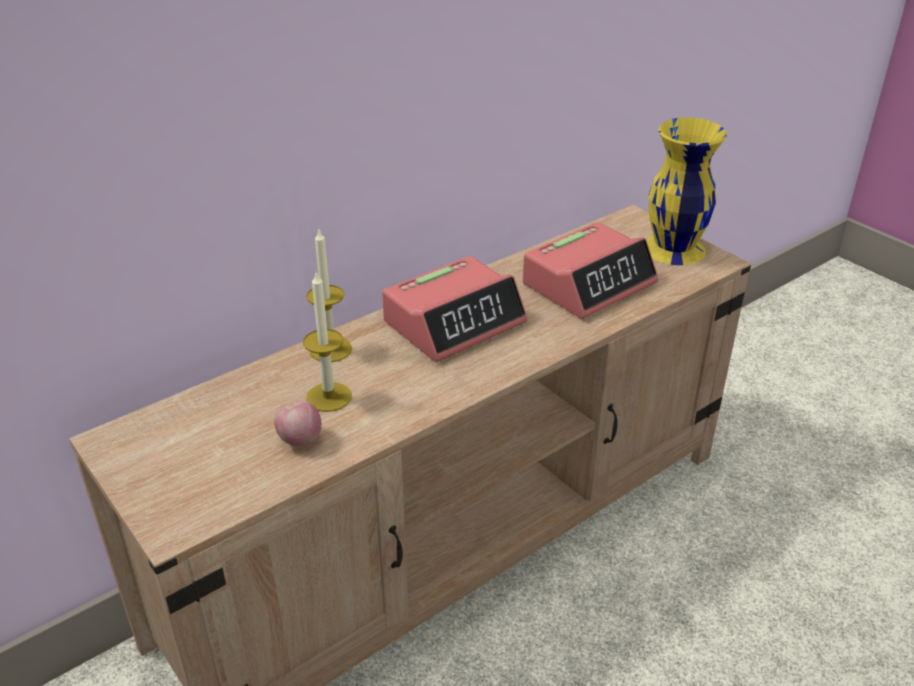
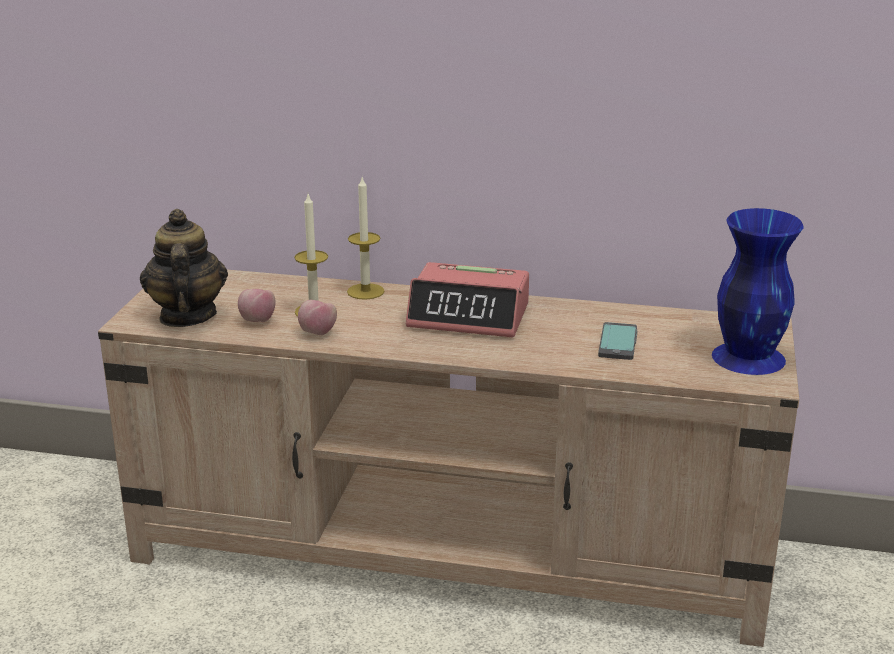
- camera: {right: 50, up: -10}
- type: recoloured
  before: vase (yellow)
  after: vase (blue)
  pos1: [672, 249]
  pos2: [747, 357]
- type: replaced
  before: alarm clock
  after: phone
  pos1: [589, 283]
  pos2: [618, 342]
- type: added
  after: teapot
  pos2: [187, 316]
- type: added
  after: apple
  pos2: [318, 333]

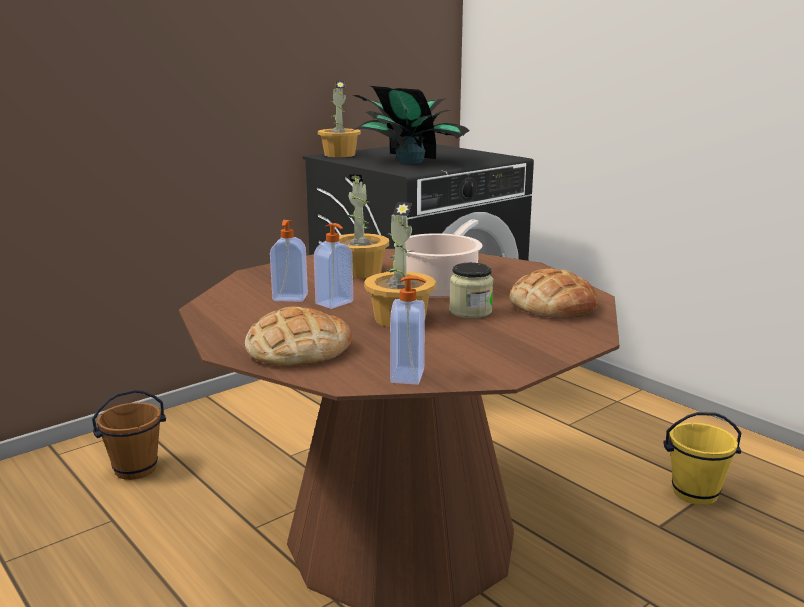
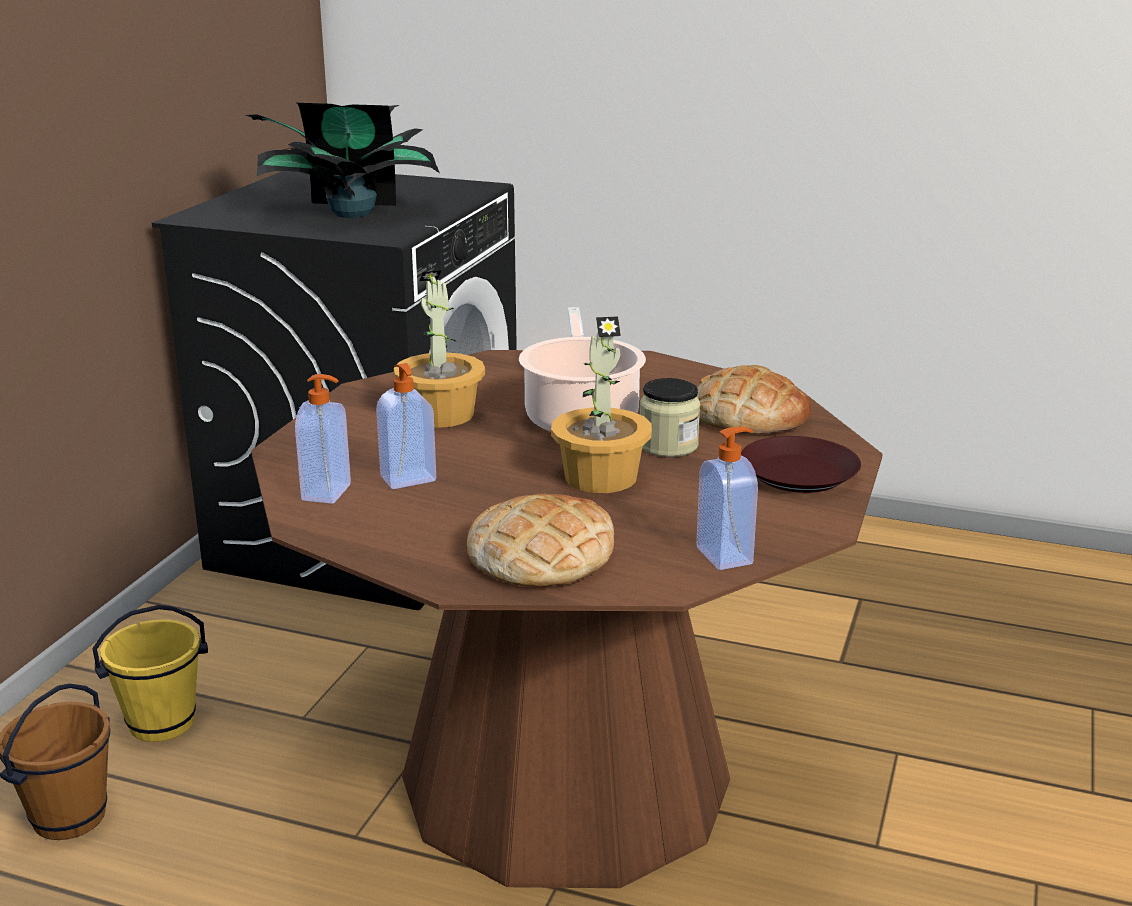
- camera: {right: -30, up: 5}
- type: removed
  before: potted plant
  pos1: [339, 155]
- type: moved
  before: soap dispenser
  pos1: [335, 303]
  pos2: [328, 493]
- type: moved
  before: bucket (yellow)
  pos1: [695, 494]
  pos2: [162, 724]
- type: added
  after: plate (brown)
  pos2: [800, 474]

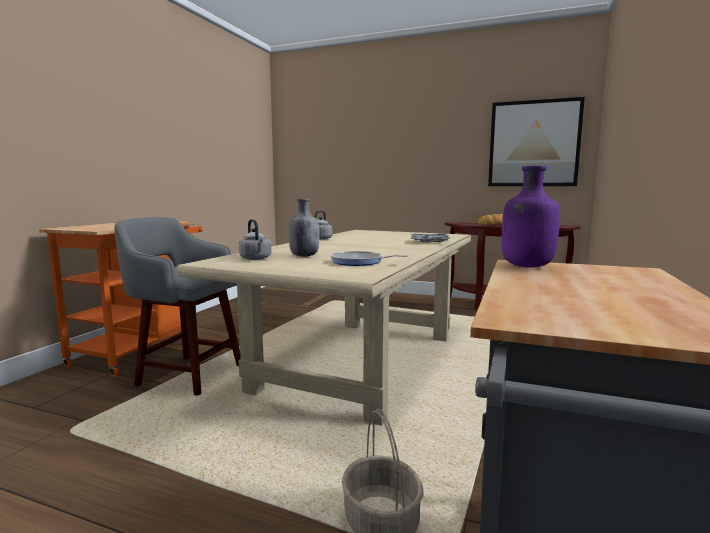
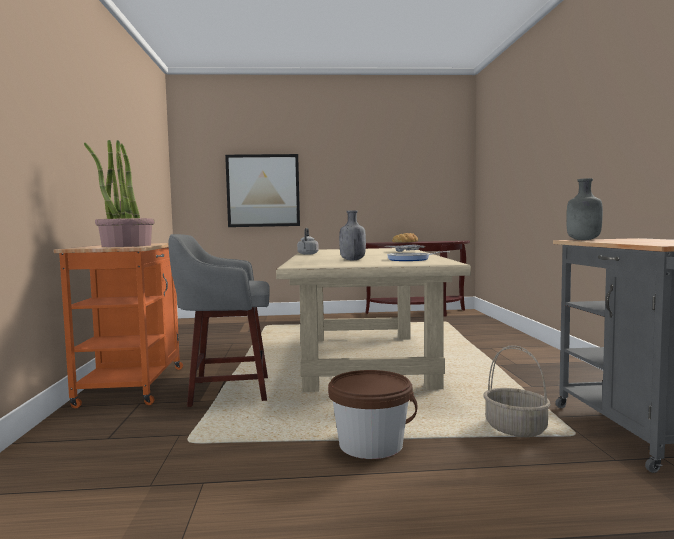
- camera: {right: -25, up: -5}
- type: moved
  before: picture
  pos1: [534, 144]
  pos2: [263, 190]
- type: recoloured
  before: bottle (purple)
  after: bottle (grey)
  pos1: [526, 266]
  pos2: [583, 240]
- type: removed
  before: kettle (grey)
  pos1: [256, 259]
- type: added
  after: potted plant
  pos2: [126, 246]
- type: added
  after: bucket (brown)
  pos2: [370, 444]

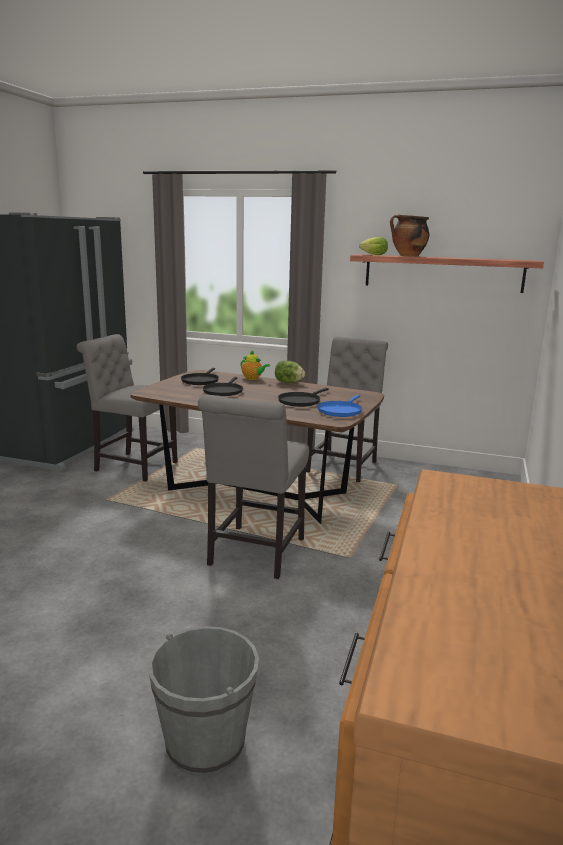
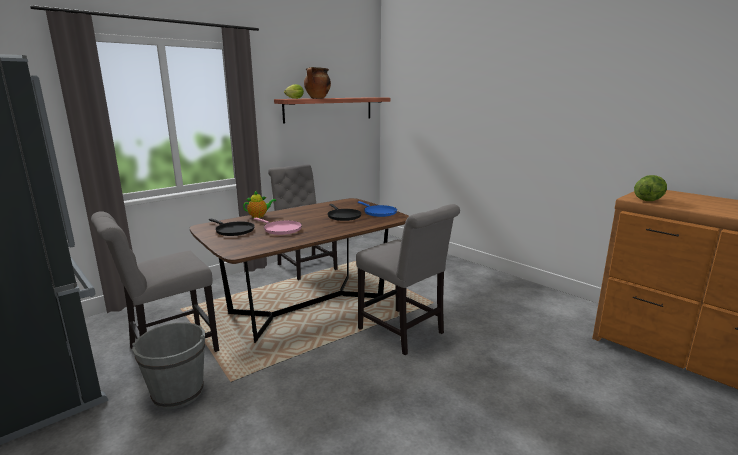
- camera: {right: -60, up: 0}
- type: moved
  before: lettuce
  pos1: [288, 382]
  pos2: [648, 200]
- type: recoloured
  before: frying pan (black)
  after: frying pan (pink)
  pos1: [223, 391]
  pos2: [280, 229]
- type: moved
  before: bucket (grey)
  pos1: [205, 743]
  pos2: [178, 393]

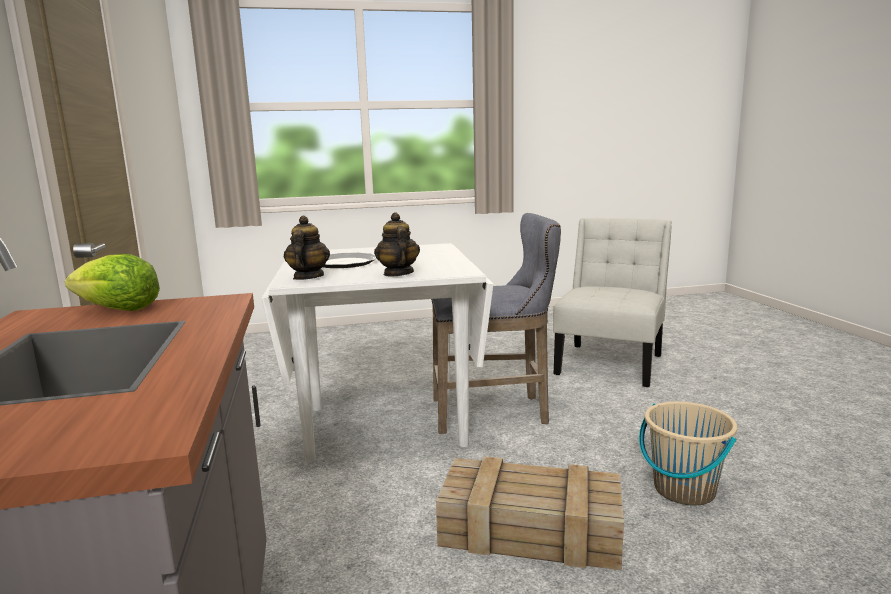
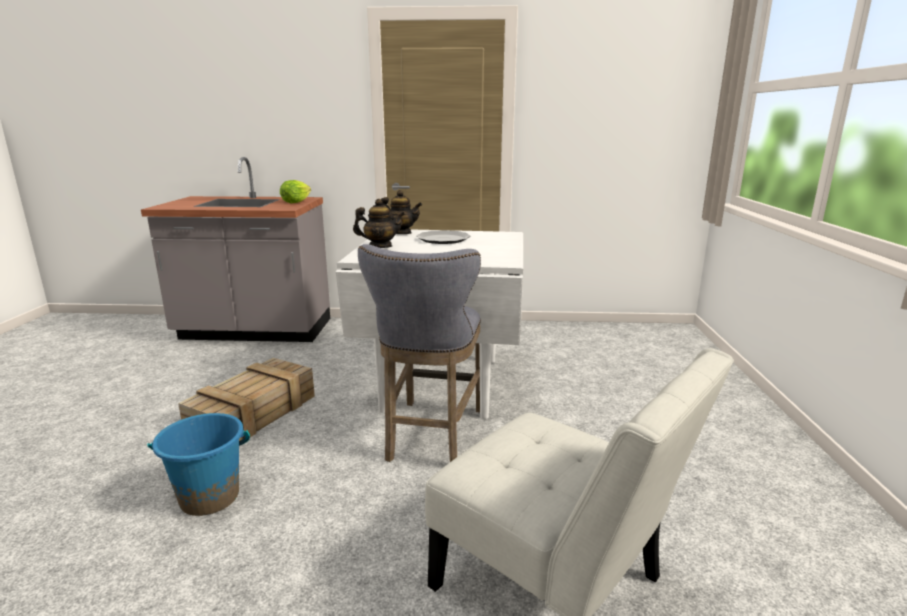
- camera: {right: 105, up: 5}
- type: recoloured
  before: bucket (beige)
  after: bucket (blue)
  pos1: [683, 490]
  pos2: [210, 497]

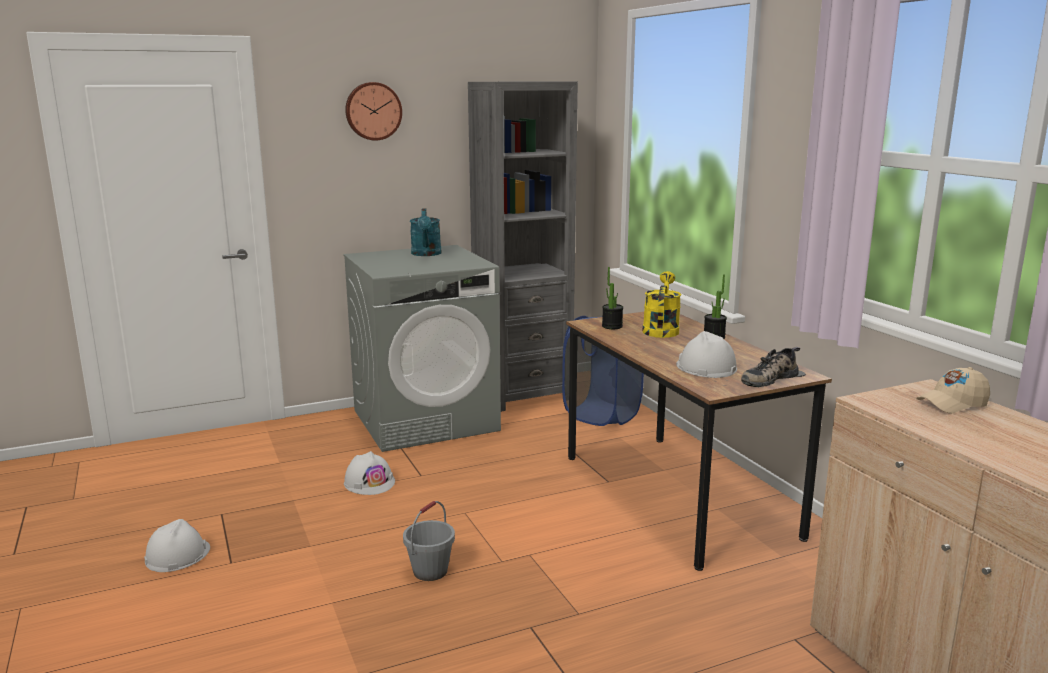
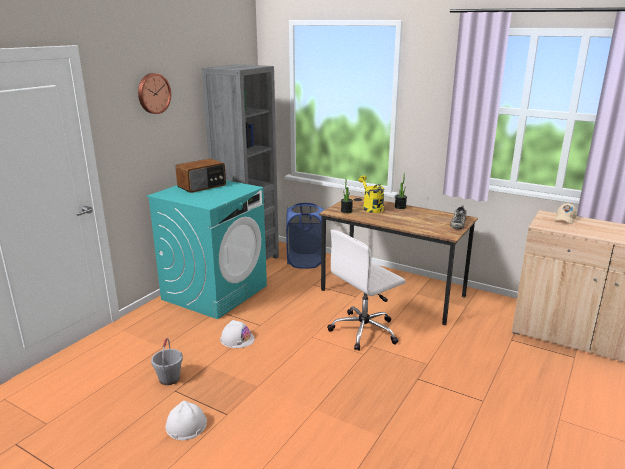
- camera: {right: -35, up: 5}
- type: replaced
  before: watering can (turquoise)
  after: radio
  pos1: [426, 254]
  pos2: [202, 186]
- type: recoloured
  before: washing machine (grey)
  after: washing machine (turquoise)
  pos1: [426, 420]
  pos2: [215, 292]
- type: removed
  before: hard hat (white)
  pos1: [706, 367]
- type: moved
  before: bucket (grey)
  pos1: [430, 571]
  pos2: [169, 378]
- type: added
  after: office chair (white)
  pos2: [365, 331]

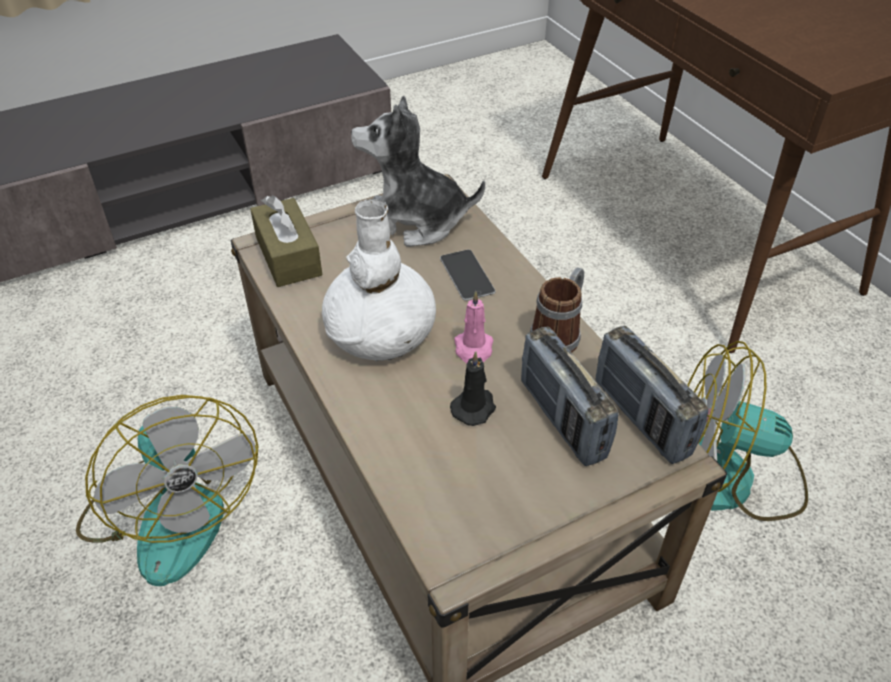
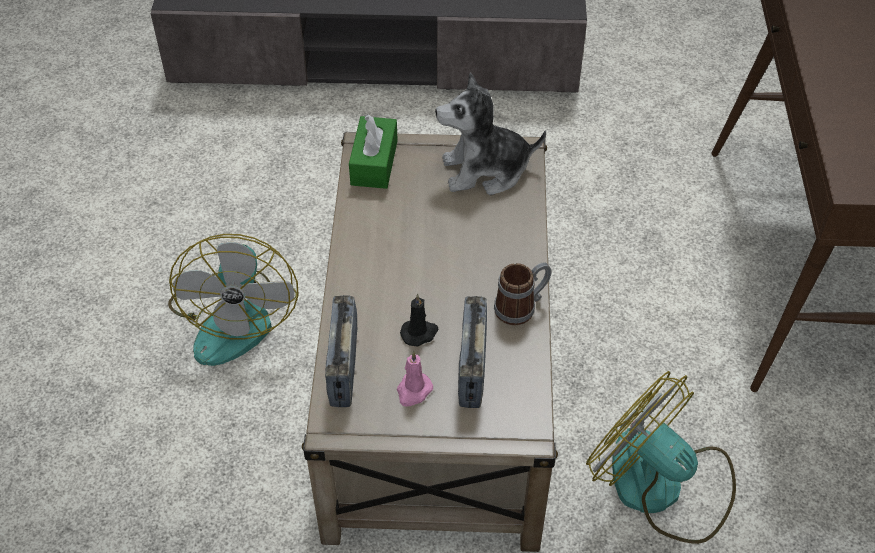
- camera: {right: 30, up: 5}
- type: turned
  before: plush toy
  pos1: [414, 222]
  pos2: [485, 171]
  turn: -45
- type: recoloured
  before: tissue box (brown)
  after: tissue box (green)
  pos1: [288, 256]
  pos2: [374, 163]
- type: removed
  before: vase (white)
  pos1: [381, 332]
- type: removed
  before: phone
  pos1: [467, 275]
- type: moved
  before: candle (pink)
  pos1: [473, 350]
  pos2: [413, 391]
- type: moved
  before: radio
  pos1: [641, 418]
  pos2: [343, 368]

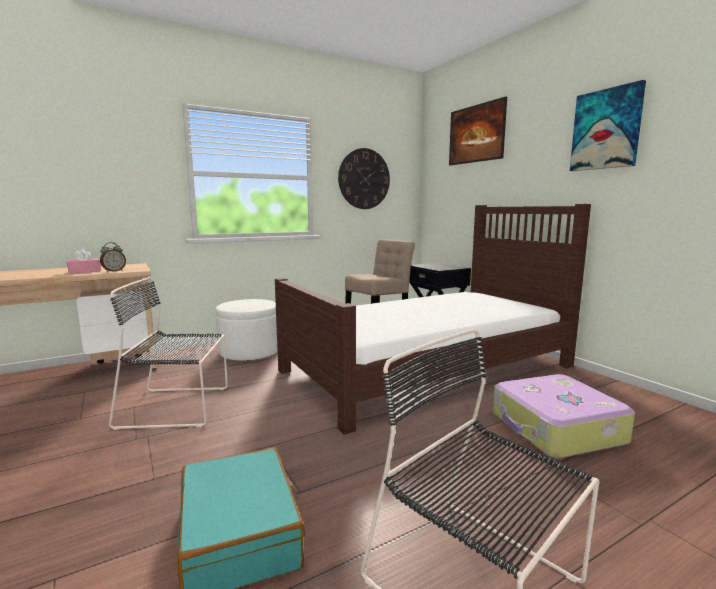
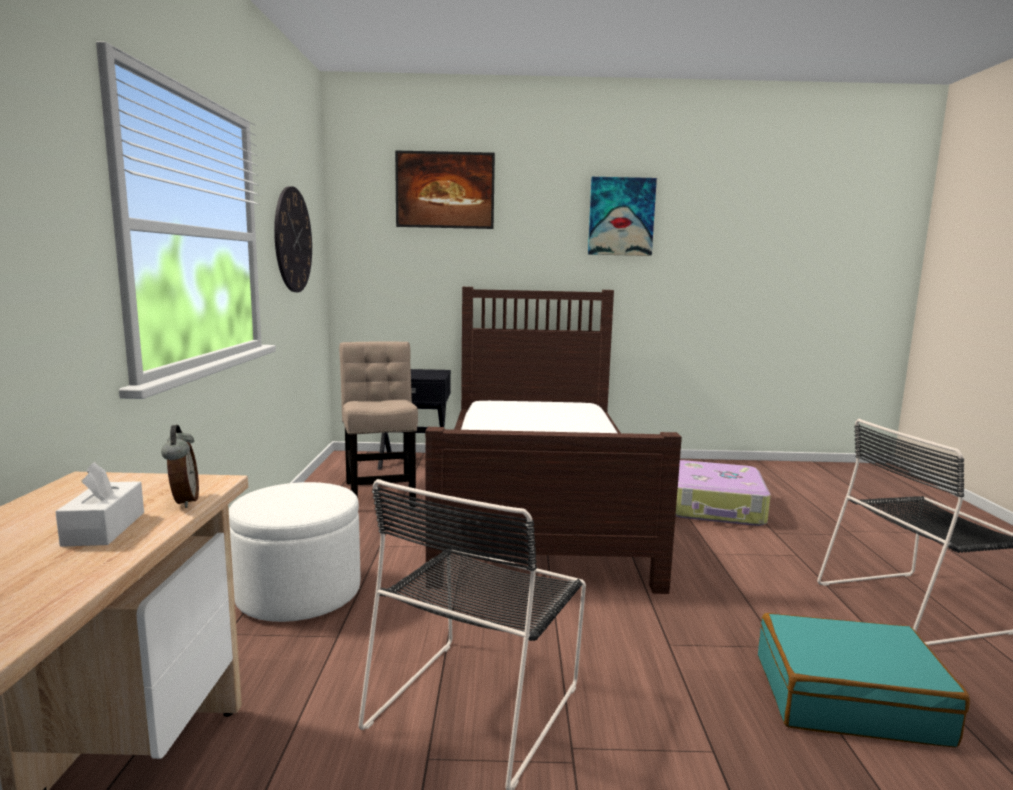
- camera: {right: -60, up: 0}
- type: recoloured
  before: tissue box (pink)
  after: tissue box (white)
  pos1: [84, 271]
  pos2: [104, 528]

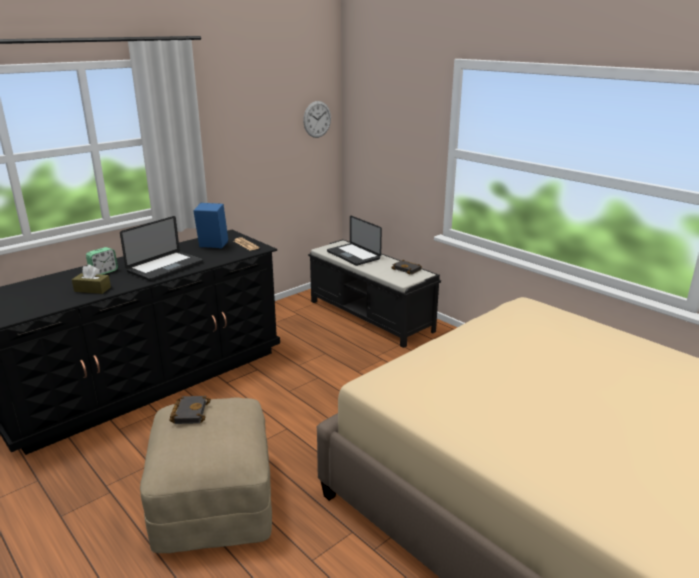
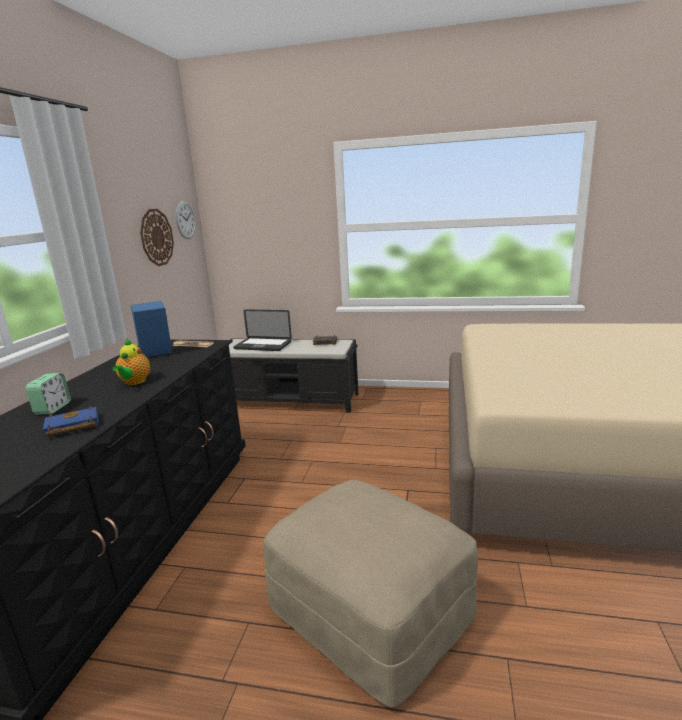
- camera: {right: -35, up: -5}
- type: replaced
  before: laptop
  after: teapot
  pos1: [165, 267]
  pos2: [134, 382]
- type: replaced
  before: tissue box (brown)
  after: book (blue)
  pos1: [92, 289]
  pos2: [71, 427]
- type: removed
  before: book (black)
  pos1: [189, 412]
- type: added
  after: wall clock
  pos2: [156, 237]

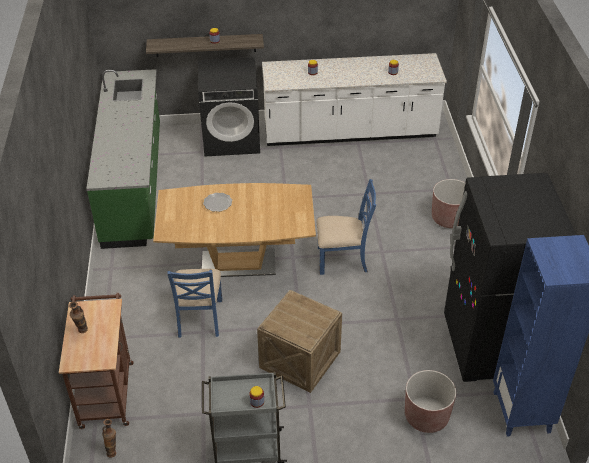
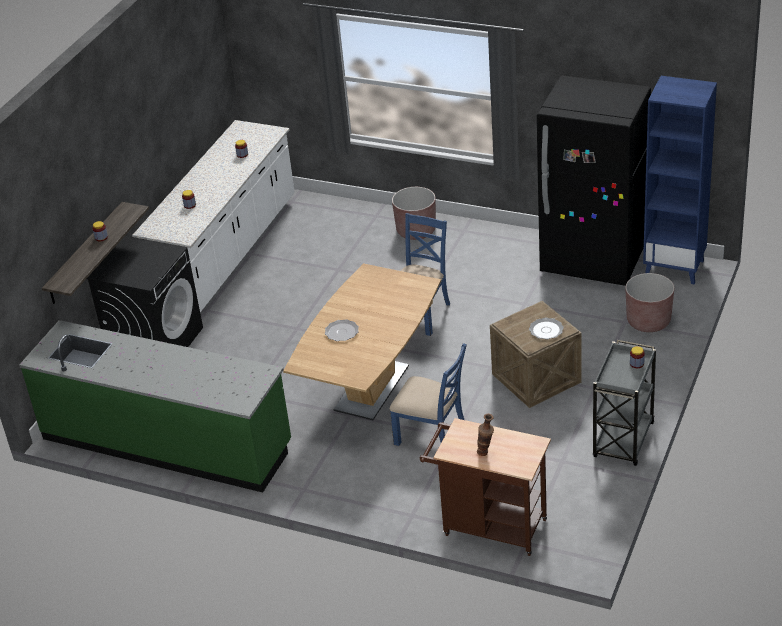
- camera: {right: -60, up: -5}
- type: removed
  before: vase
  pos1: [113, 451]
- type: added
  after: plate
  pos2: [546, 330]

